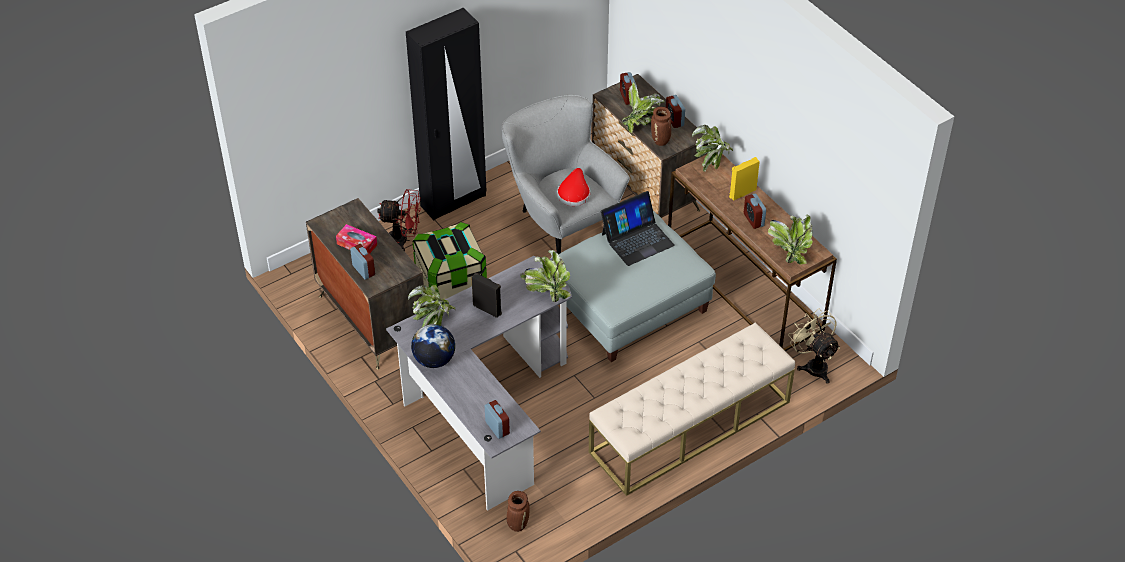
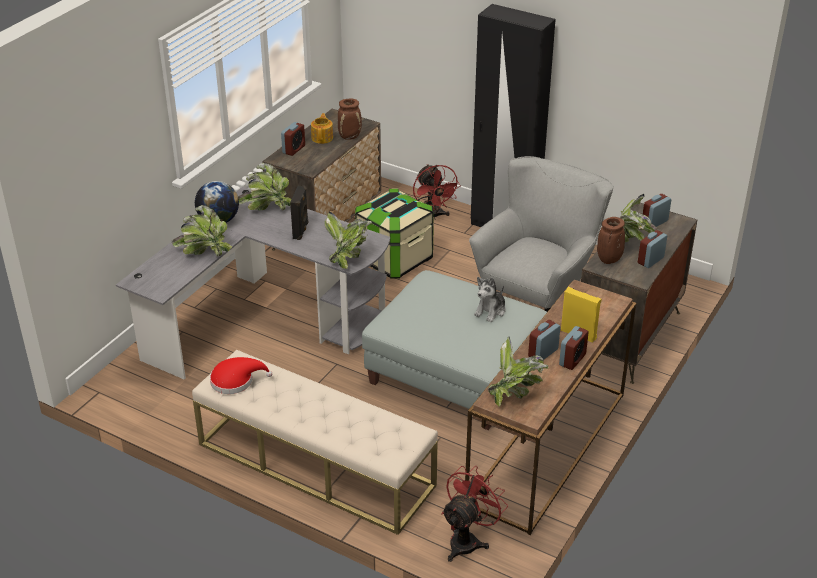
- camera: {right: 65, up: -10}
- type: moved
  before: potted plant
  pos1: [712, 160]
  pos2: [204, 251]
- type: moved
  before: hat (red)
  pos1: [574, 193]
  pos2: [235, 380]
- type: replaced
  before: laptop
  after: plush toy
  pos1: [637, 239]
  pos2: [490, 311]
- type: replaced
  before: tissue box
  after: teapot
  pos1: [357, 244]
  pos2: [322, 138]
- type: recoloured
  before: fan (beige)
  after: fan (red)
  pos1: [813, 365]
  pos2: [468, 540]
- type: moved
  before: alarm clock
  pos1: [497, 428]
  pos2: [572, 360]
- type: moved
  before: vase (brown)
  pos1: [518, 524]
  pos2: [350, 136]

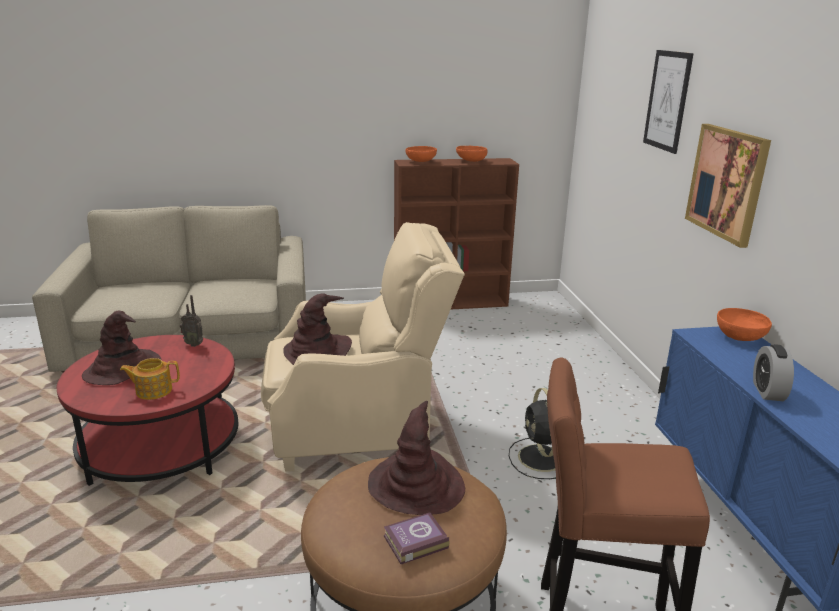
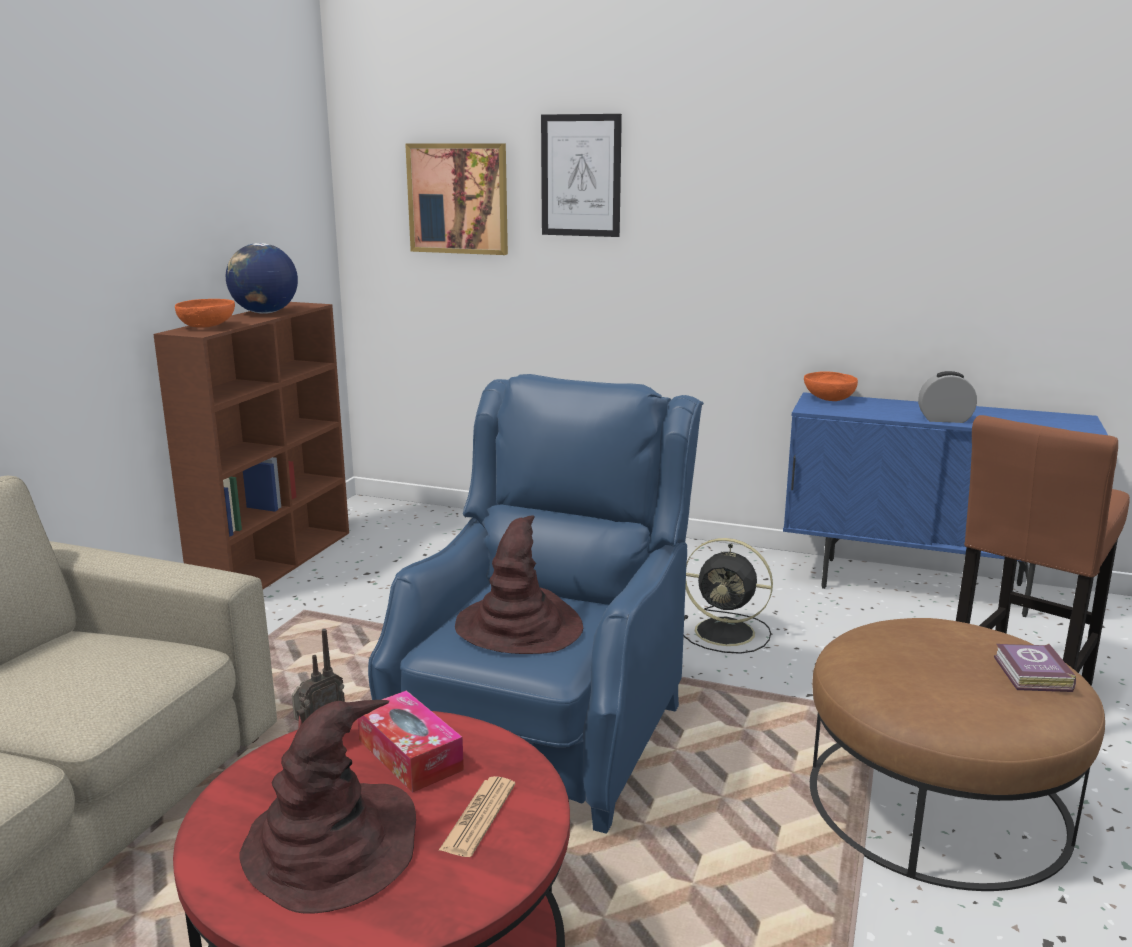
- camera: {right: -60, up: -5}
- type: moved
  before: picture
  pos1: [727, 183]
  pos2: [458, 198]
- type: replaced
  before: bowl (orange)
  after: globe
  pos1: [470, 161]
  pos2: [264, 313]
- type: recoloured
  before: armchair (beige)
  after: armchair (blue)
  pos1: [359, 429]
  pos2: [547, 736]
- type: turned
  before: alarm clock
  pos1: [768, 391]
  pos2: [944, 419]
  turn: 150
- type: replaced
  before: teapot
  after: newspaper
  pos1: [153, 390]
  pos2: [478, 817]
- type: removed
  before: hat (brown)
  pos1: [416, 485]
- type: added
  after: tissue box
  pos2: [410, 755]

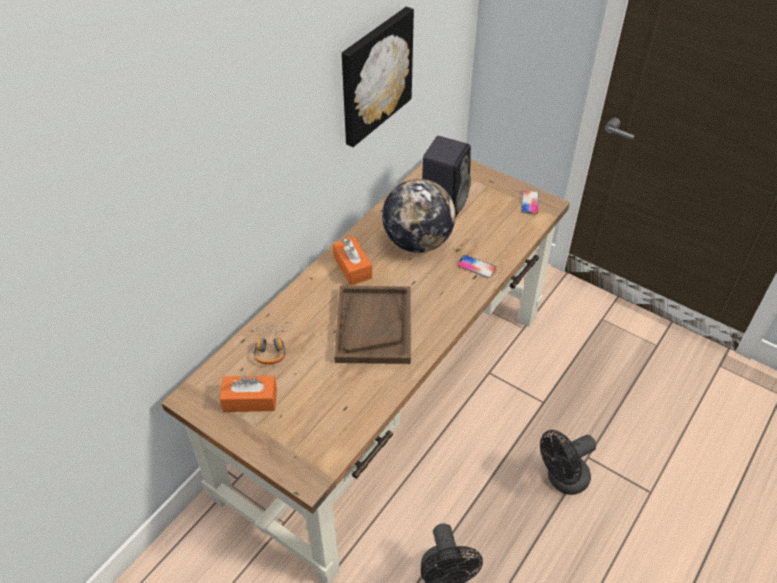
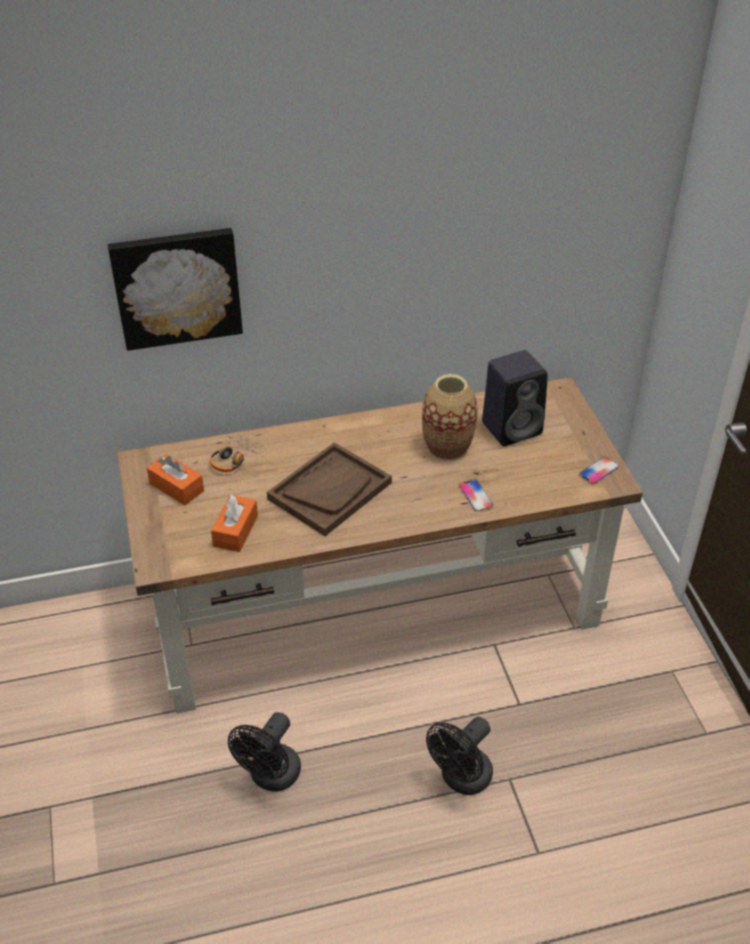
- camera: {right: 40, up: -5}
- type: moved
  before: picture
  pos1: [374, 75]
  pos2: [177, 287]
- type: replaced
  before: globe
  after: vase
  pos1: [417, 242]
  pos2: [447, 446]
- type: moved
  before: tissue box (orange)
  pos1: [352, 267]
  pos2: [235, 531]
- type: turned
  before: fan (black)
  pos1: [562, 480]
  pos2: [461, 779]
  turn: -60

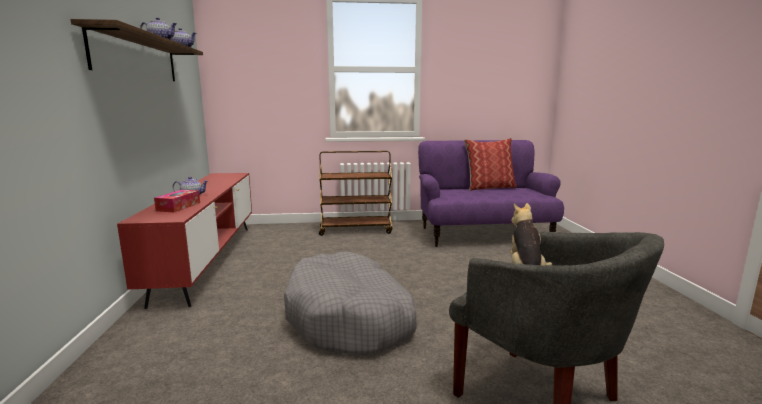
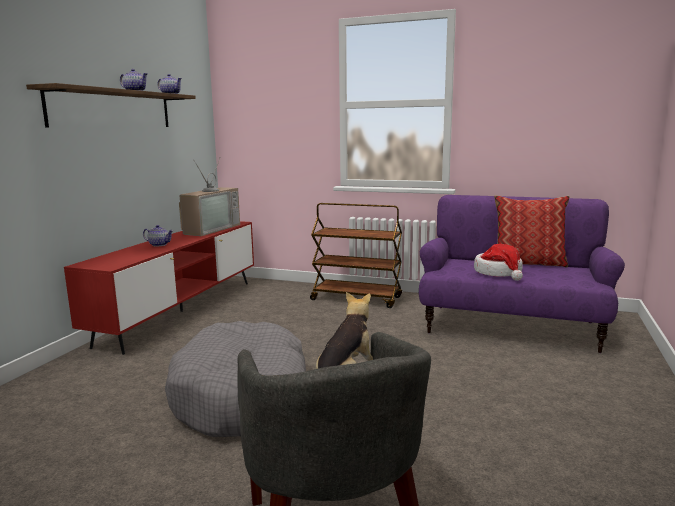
- camera: {right: 25, up: 0}
- type: removed
  before: tissue box
  pos1: [178, 207]
- type: added
  after: television
  pos2: [209, 229]
- type: added
  after: hat
  pos2: [499, 273]

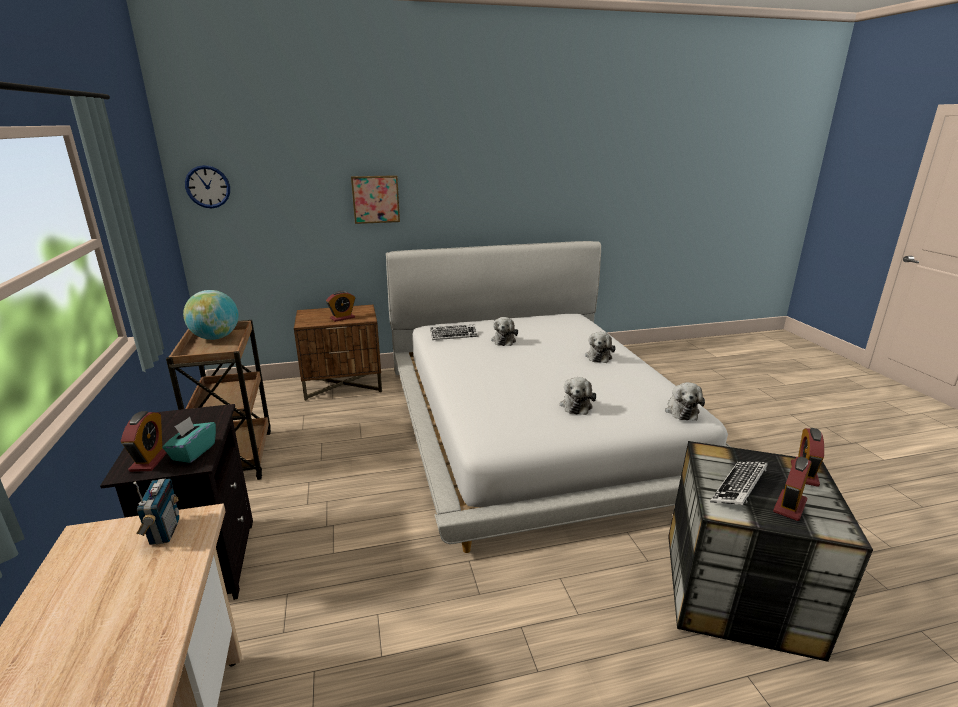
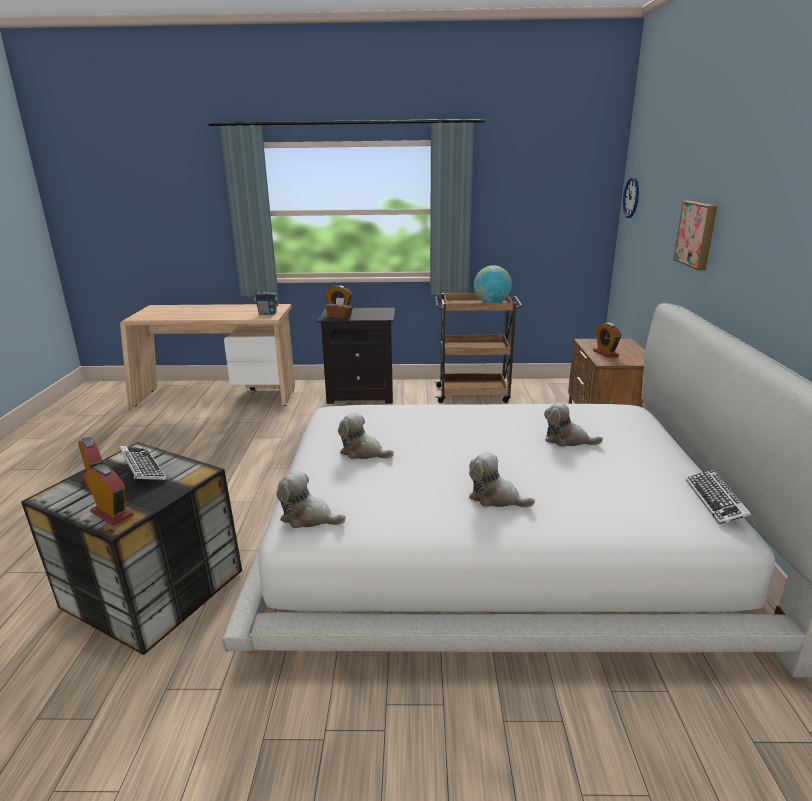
- camera: {right: 105, up: 0}
- type: moved
  before: keyboard
  pos1: [454, 335]
  pos2: [715, 501]
- type: recoloured
  before: tissue box (turquoise)
  after: tissue box (brown)
  pos1: [193, 452]
  pos2: [339, 317]

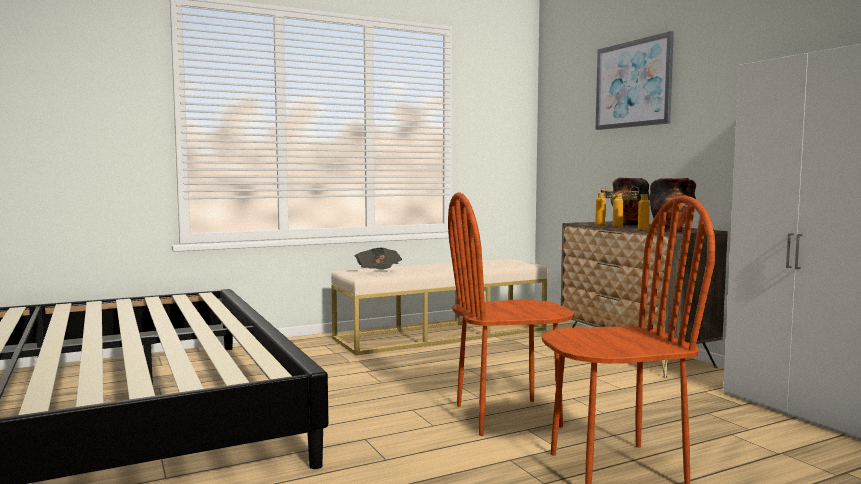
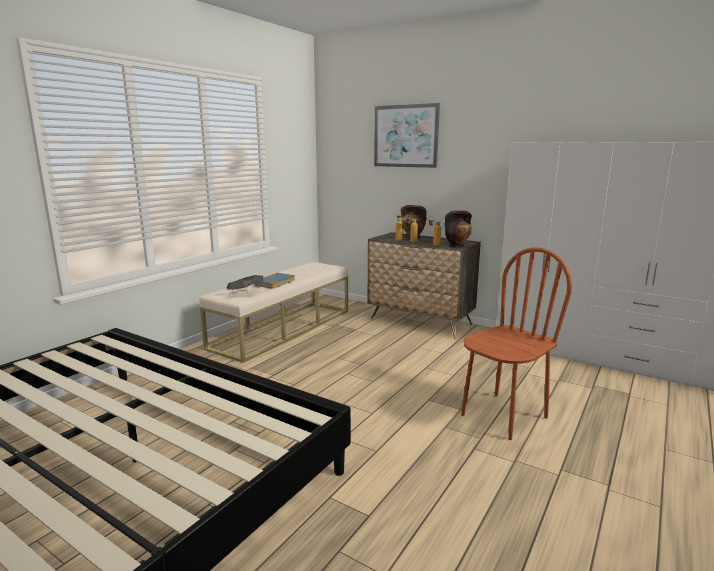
- camera: {right: -30, up: 10}
- type: removed
  before: chair (brown)
  pos1: [507, 416]
- type: added
  after: book
  pos2: [274, 282]

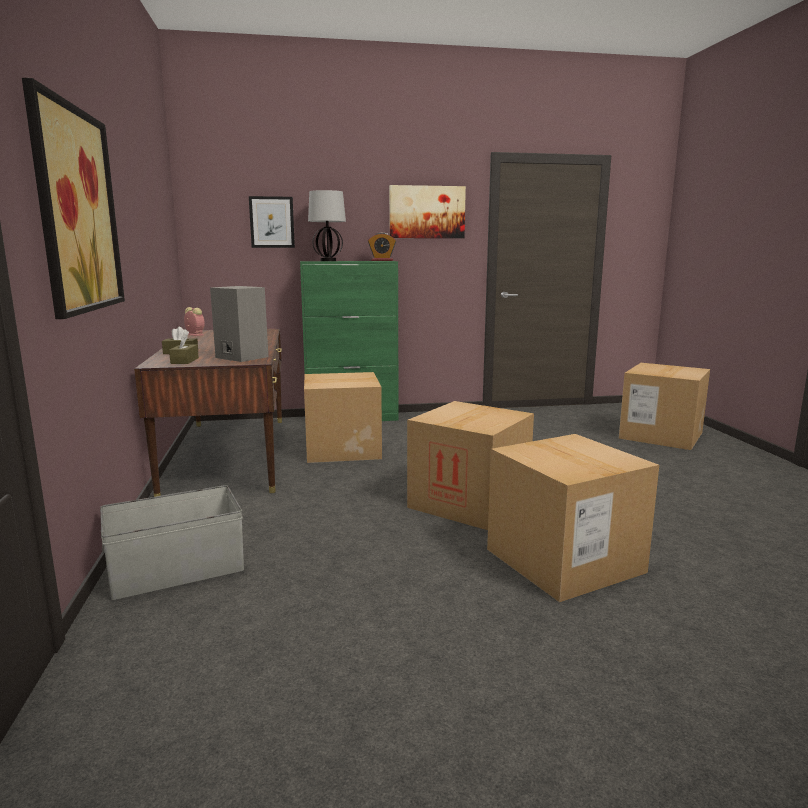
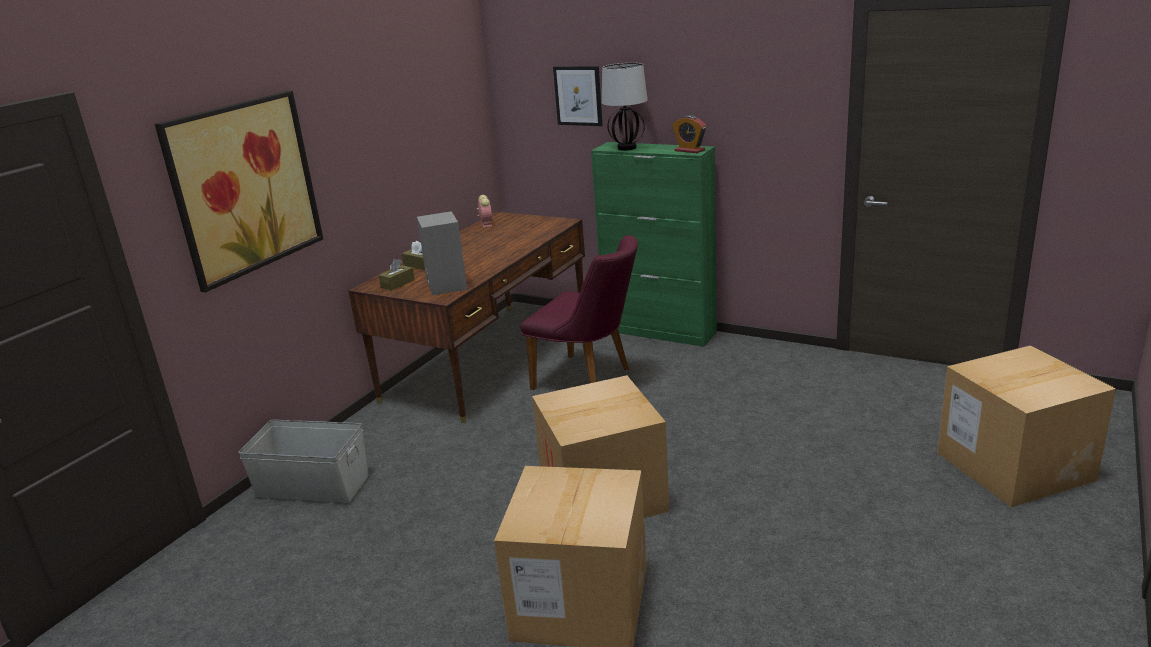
- camera: {right: 40, up: 10}
- type: removed
  before: picture
  pos1: [427, 212]
- type: replaced
  before: cardboard box
  after: chair (purple)
  pos1: [342, 449]
  pos2: [589, 379]

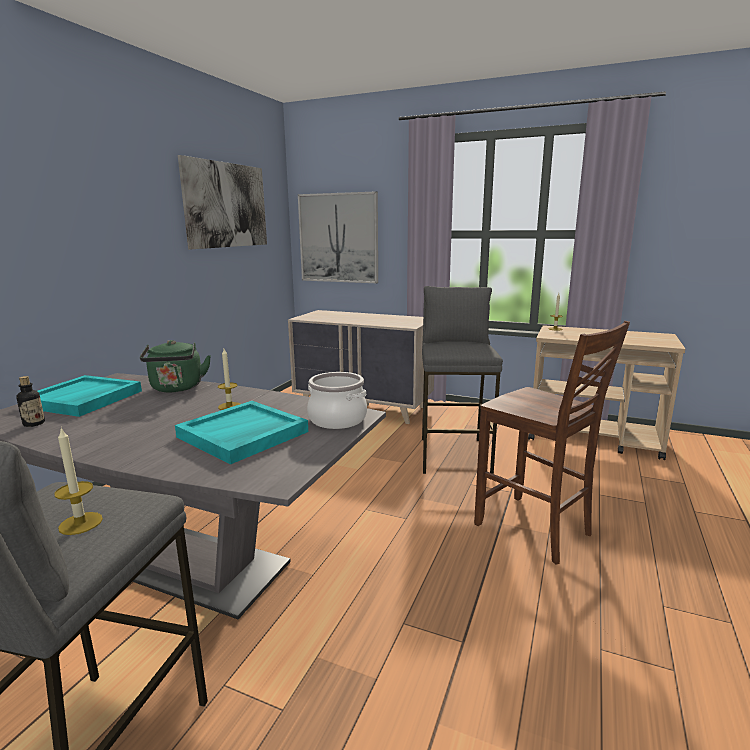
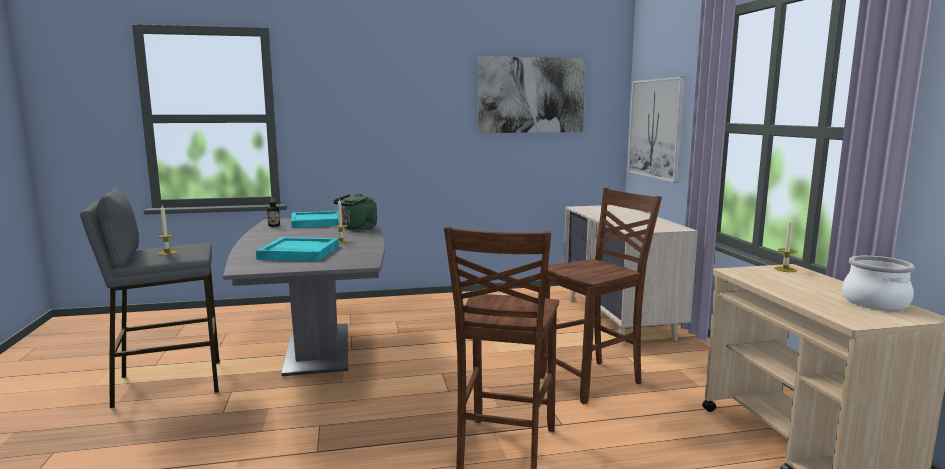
- camera: {right: 55, up: -5}
- type: replaced
  before: stool (grey)
  after: chair (brown)
  pos1: [454, 455]
  pos2: [593, 381]
- type: moved
  before: cooking pot
  pos1: [337, 420]
  pos2: [874, 302]

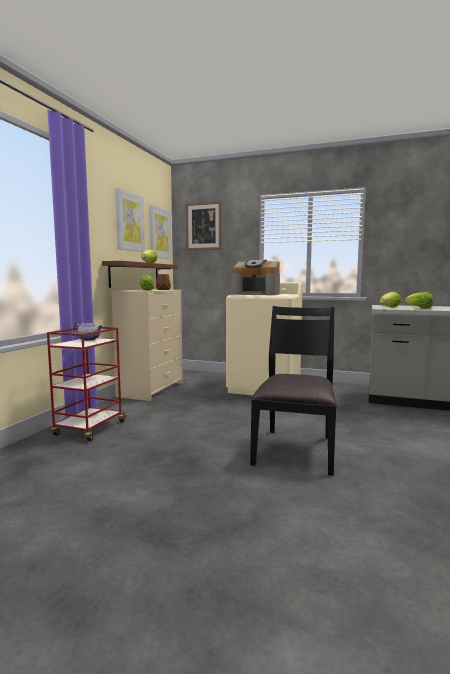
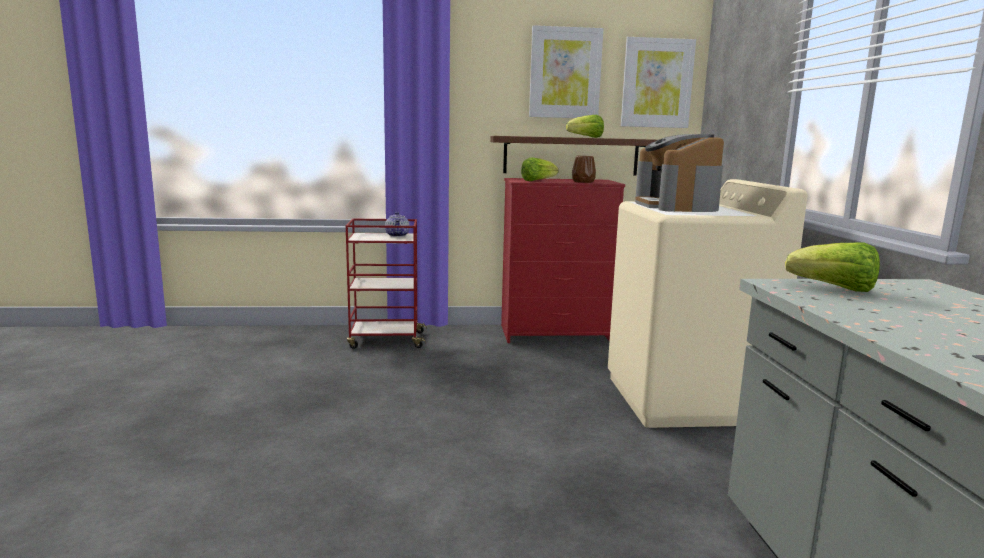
- camera: {right: 65, up: 5}
- type: removed
  before: picture
  pos1: [203, 226]
- type: recoloured
  before: dresser (beige)
  after: dresser (red)
  pos1: [151, 389]
  pos2: [556, 333]
- type: removed
  before: lettuce
  pos1: [418, 308]
- type: removed
  before: chair (black)
  pos1: [295, 450]

